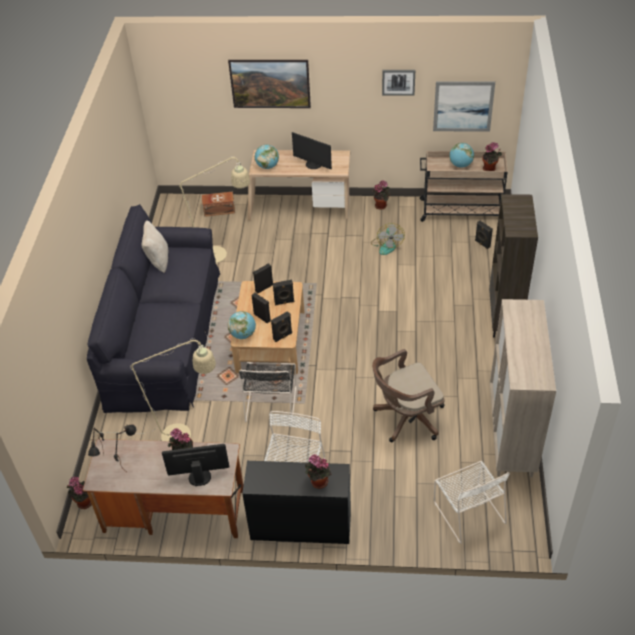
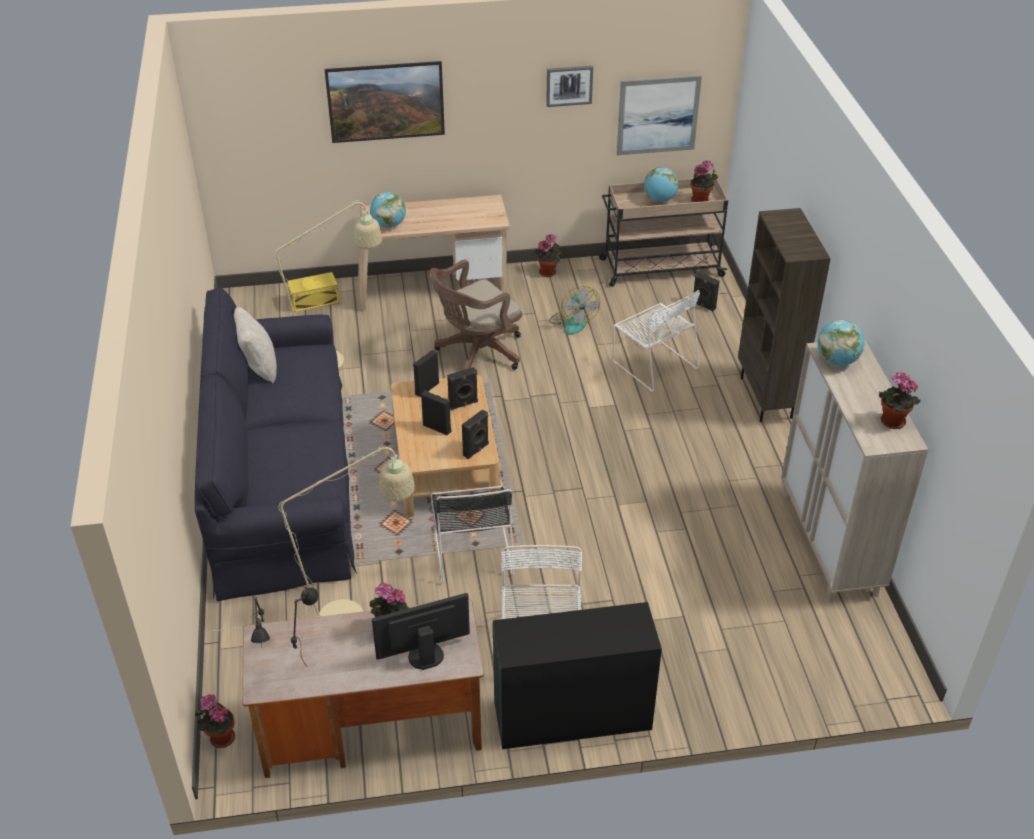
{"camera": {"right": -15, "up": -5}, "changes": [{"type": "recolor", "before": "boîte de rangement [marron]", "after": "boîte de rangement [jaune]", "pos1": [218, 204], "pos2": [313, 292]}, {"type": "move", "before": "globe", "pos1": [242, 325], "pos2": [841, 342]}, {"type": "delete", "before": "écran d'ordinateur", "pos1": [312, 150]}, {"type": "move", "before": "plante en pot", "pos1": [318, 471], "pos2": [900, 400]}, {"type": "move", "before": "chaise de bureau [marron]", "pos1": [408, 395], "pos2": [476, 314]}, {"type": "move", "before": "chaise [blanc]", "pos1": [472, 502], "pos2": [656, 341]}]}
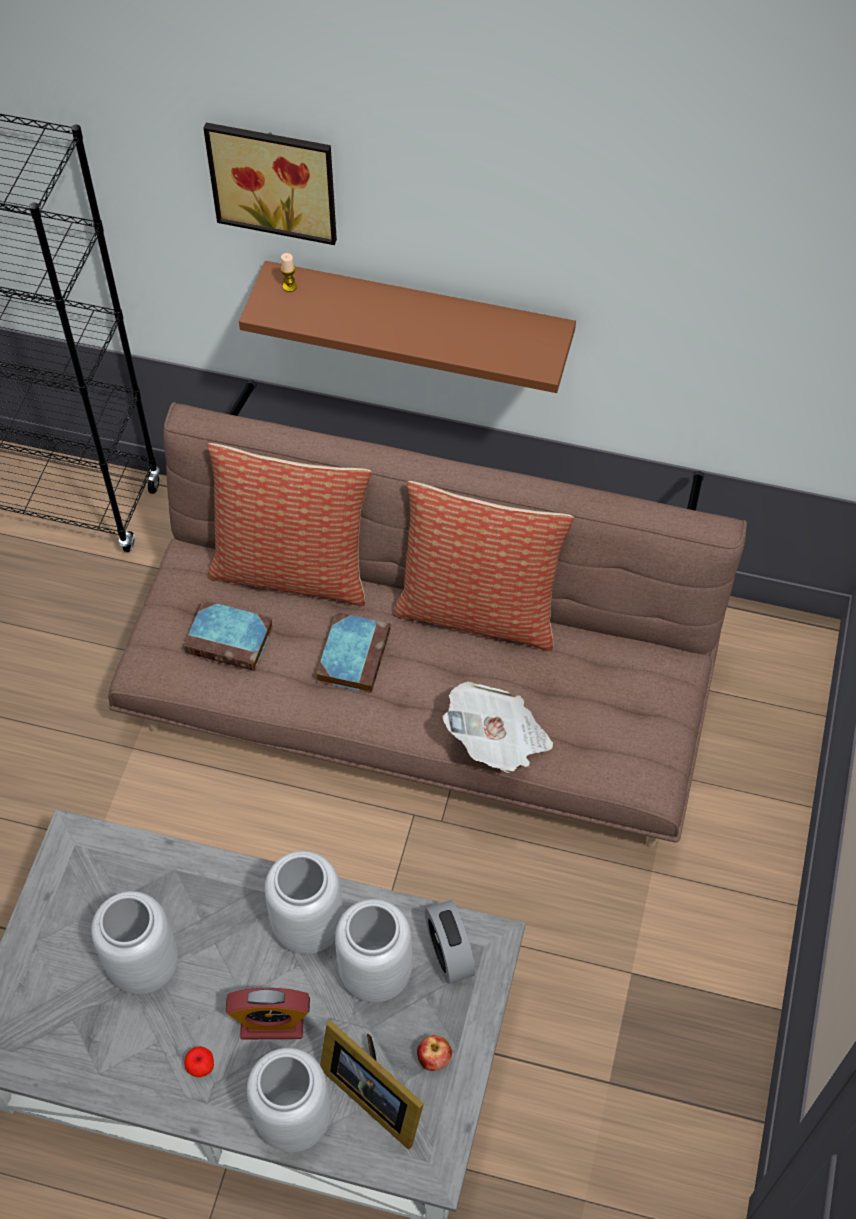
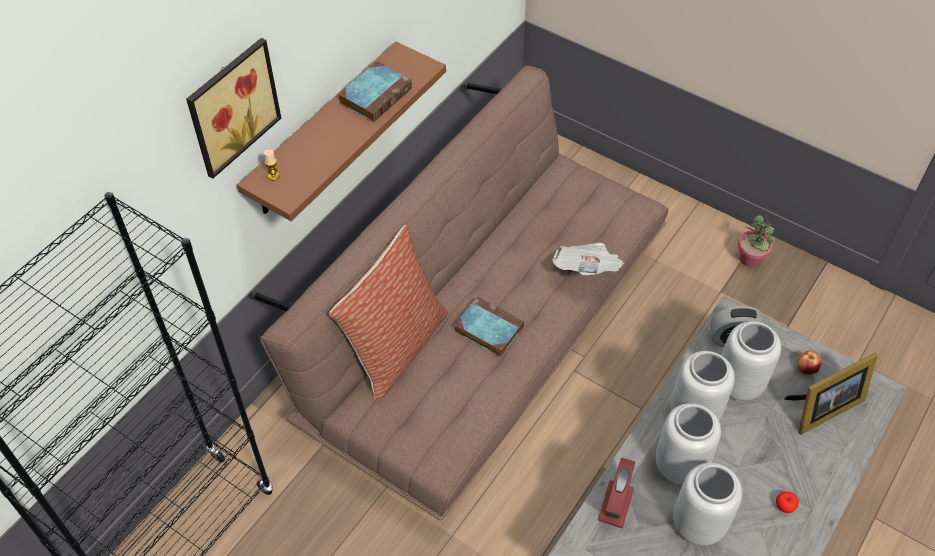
{"camera": {"right": -70, "up": -5}, "changes": [{"type": "move", "before": "livre", "pos1": [228, 635], "pos2": [375, 91]}, {"type": "move", "before": "réveil", "pos1": [268, 1014], "pos2": [617, 493]}, {"type": "move", "before": "vase [gris]", "pos1": [289, 1100], "pos2": [688, 444]}, {"type": "delete", "before": "coussin", "pos1": [483, 566]}, {"type": "insert", "after": "plante en pot", "pos2": [756, 241]}]}
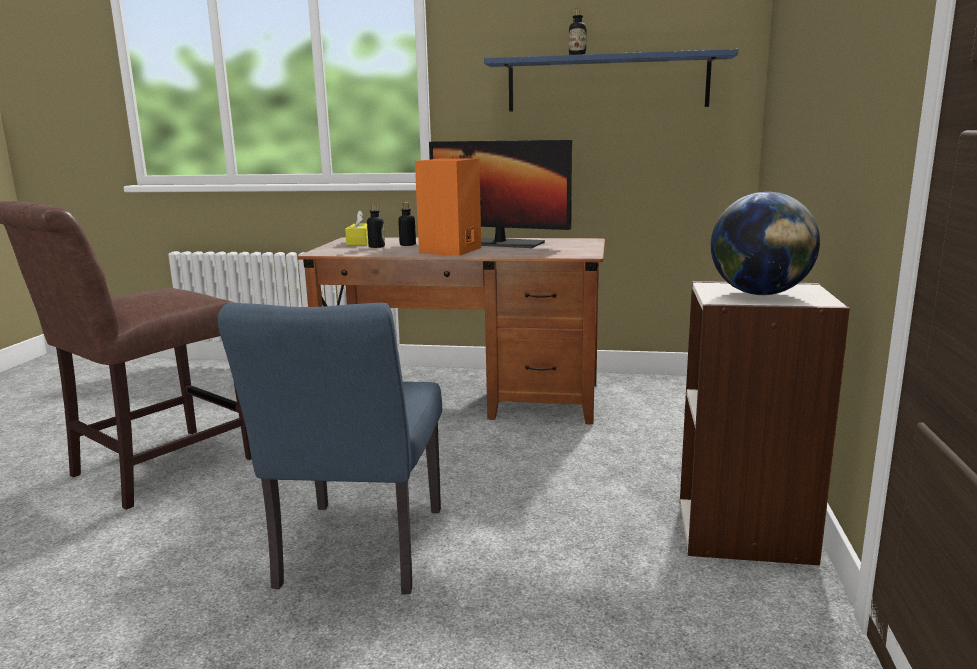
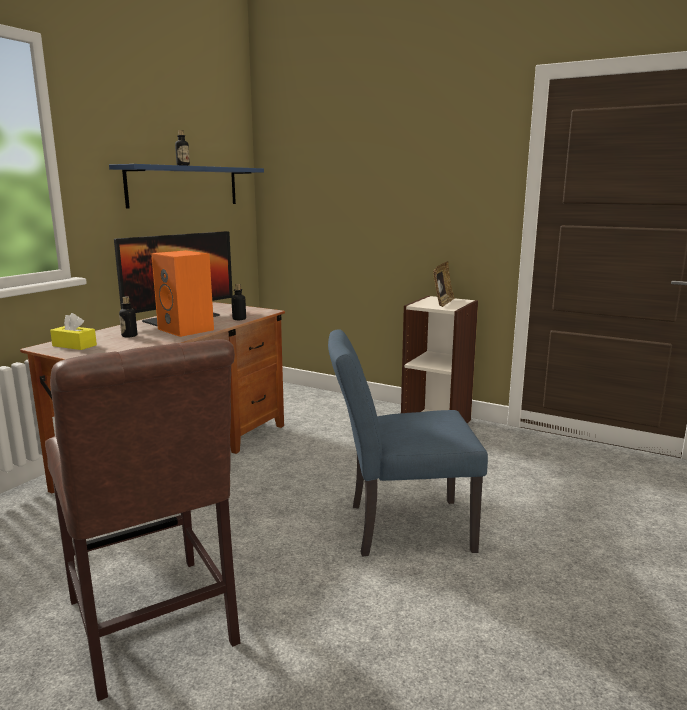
{"camera": {"right": -70, "up": 0}, "changes": [{"type": "rotate", "before": "chaise [bleu]", "pos1": [330, 449], "pos2": [408, 442], "turn": 150}, {"type": "move", "before": "bouteille", "pos1": [376, 226], "pos2": [238, 302]}, {"type": "replace", "before": "globe", "after": "cadre photo", "pos1": [765, 243], "pos2": [444, 284]}]}
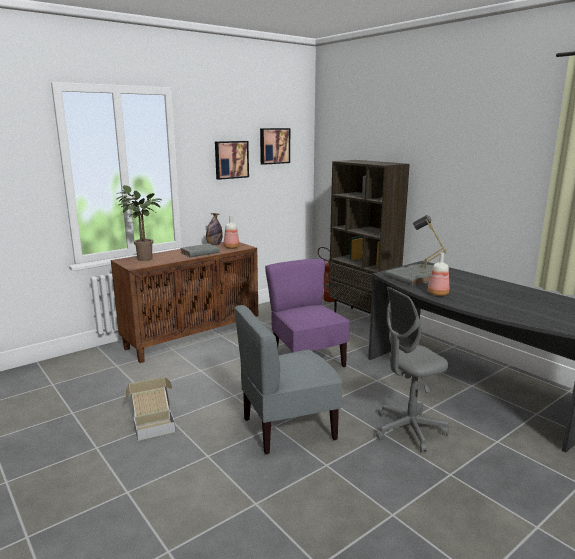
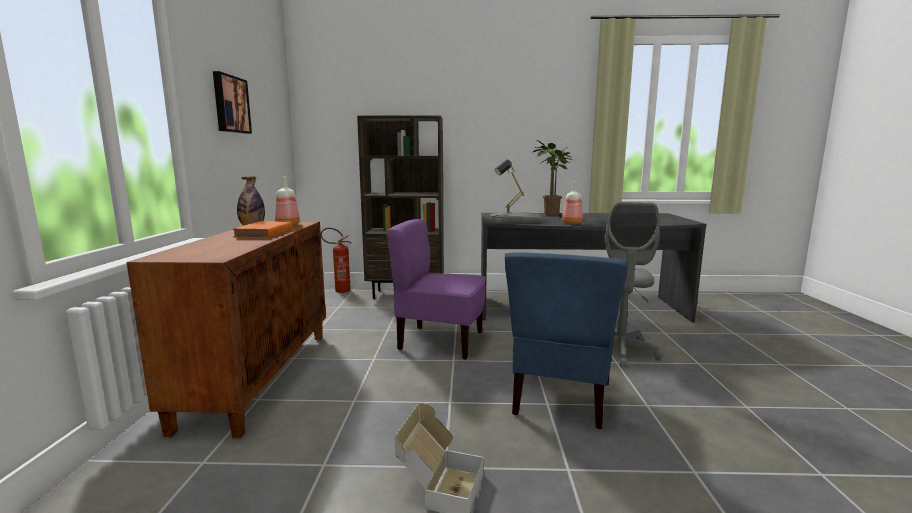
{"camera": {"right": -50, "up": -5}, "changes": [{"type": "move", "before": "plante en pot", "pos1": [139, 223], "pos2": [552, 178]}, {"type": "recolor", "before": "livre [gris]", "after": "livre [orange]", "pos1": [200, 250], "pos2": [263, 229]}, {"type": "recolor", "before": "chaise [gris]", "after": "chaise [bleu]", "pos1": [288, 379], "pos2": [567, 341]}, {"type": "delete", "before": "tableau", "pos1": [275, 146]}]}
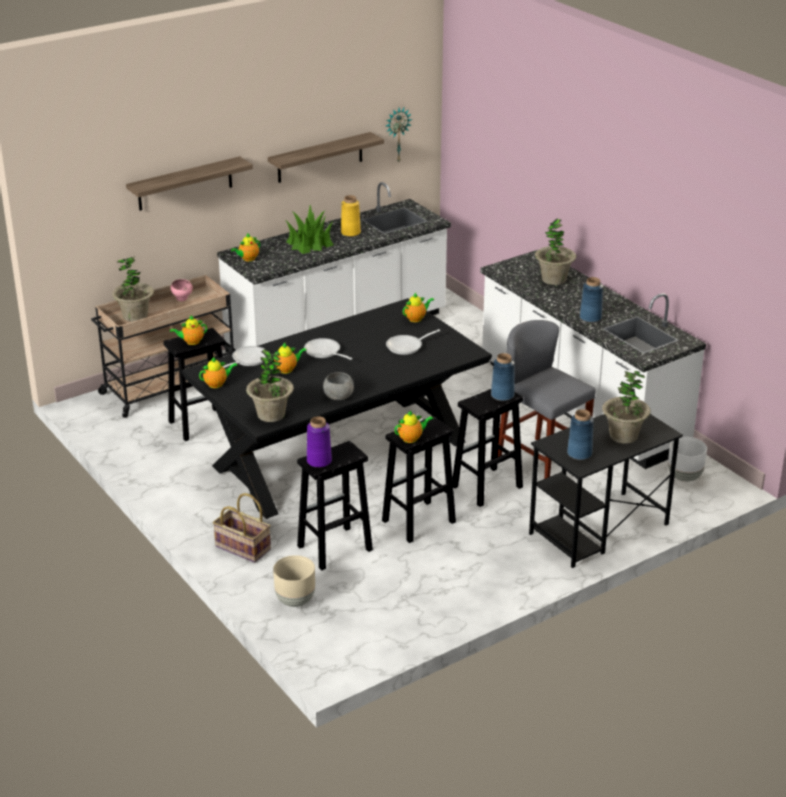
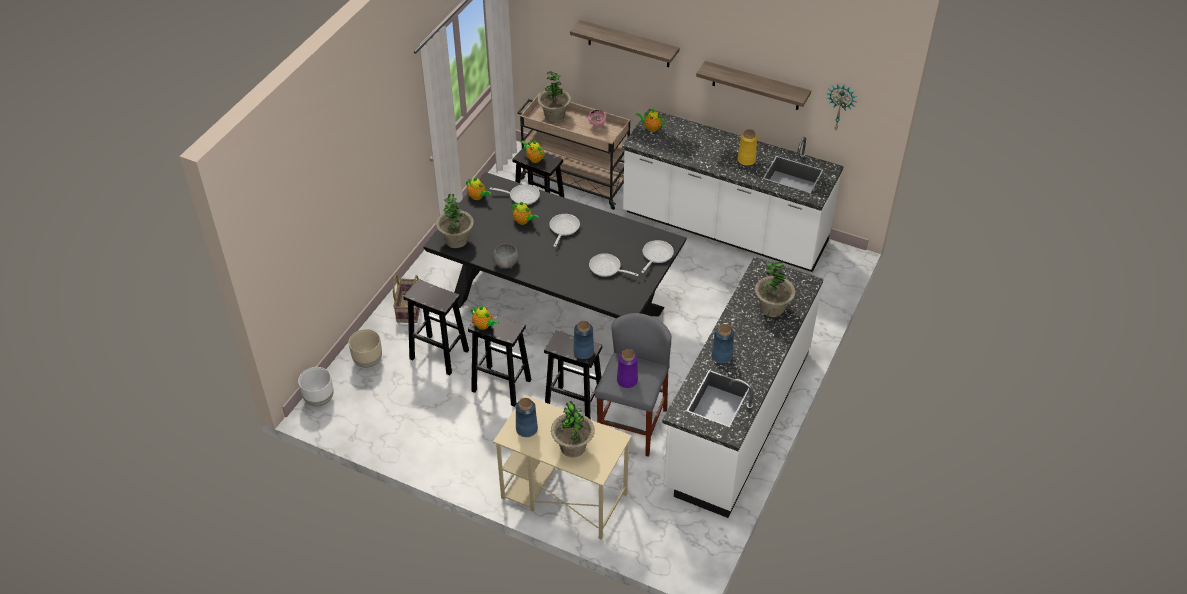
{"camera": {"right": 60, "up": 15}, "changes": [{"type": "delete", "before": "plante en pot", "pos1": [310, 229]}, {"type": "move", "before": "vase [violet]", "pos1": [319, 442], "pos2": [627, 368]}, {"type": "replace", "before": "théière", "after": "poêle", "pos1": [418, 307], "pos2": [658, 256]}, {"type": "recolor", "before": "bureau [noir]", "after": "bureau [beige]", "pos1": [606, 491], "pos2": [562, 467]}, {"type": "move", "before": "cache-pot [blanc]", "pos1": [687, 459], "pos2": [316, 387]}]}
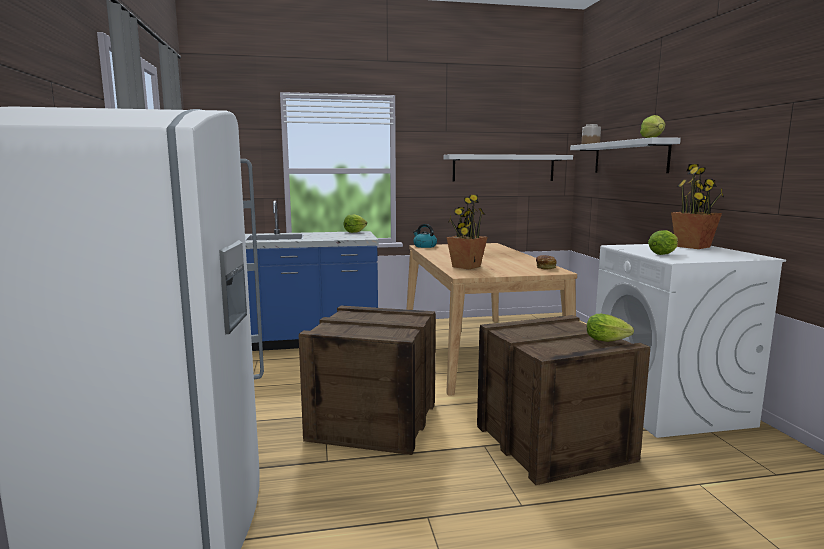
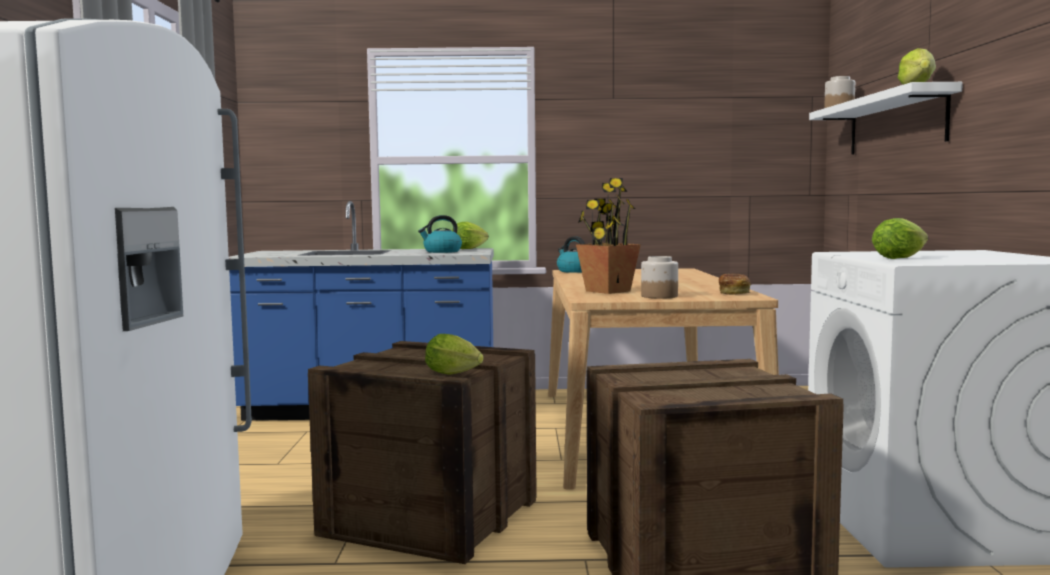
{"camera": {"right": 10, "up": -5}, "changes": [{"type": "delete", "before": "étagère [blanc]", "pos1": [508, 167]}, {"type": "move", "before": "laitue", "pos1": [610, 328], "pos2": [454, 354]}, {"type": "delete", "before": "plante en pot", "pos1": [697, 206]}, {"type": "insert", "after": "bouilloire", "pos2": [440, 234]}, {"type": "insert", "after": "bocal", "pos2": [659, 277]}]}
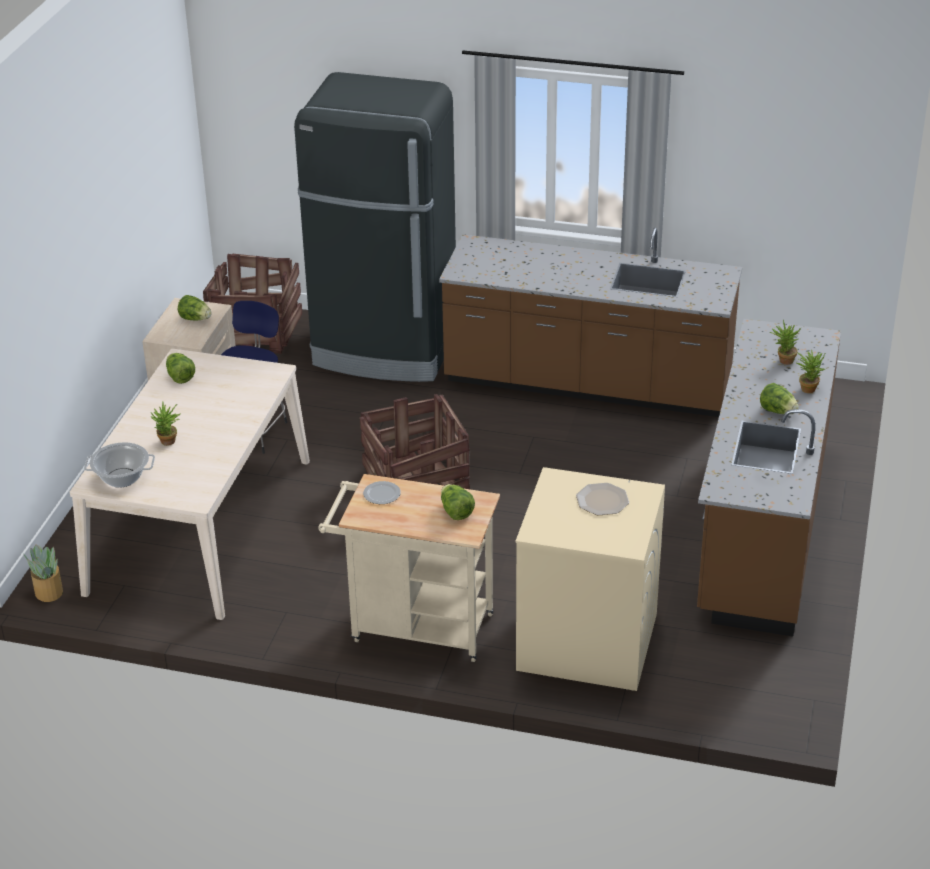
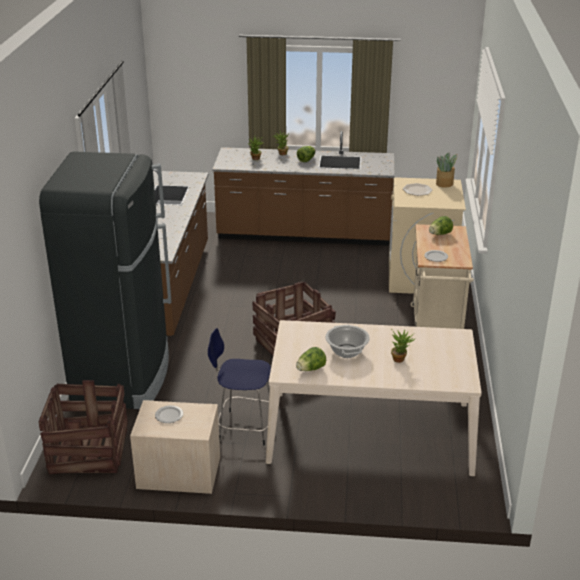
{"camera": {"right": -100, "up": -5}, "changes": [{"type": "move", "before": "plante en pot", "pos1": [43, 573], "pos2": [446, 170]}, {"type": "move", "before": "marmite", "pos1": [119, 465], "pos2": [347, 341]}, {"type": "replace", "before": "laitue", "after": "assiette", "pos1": [195, 308], "pos2": [169, 414]}]}
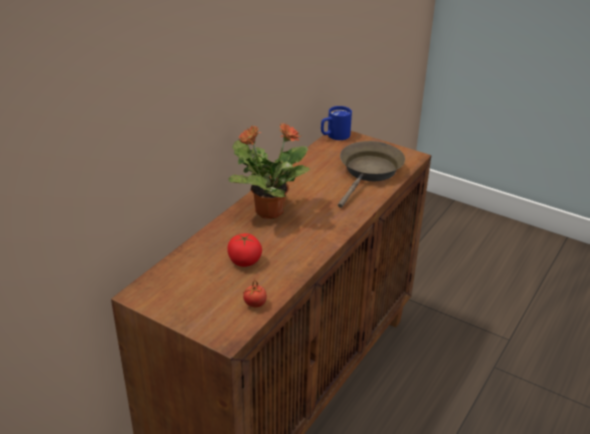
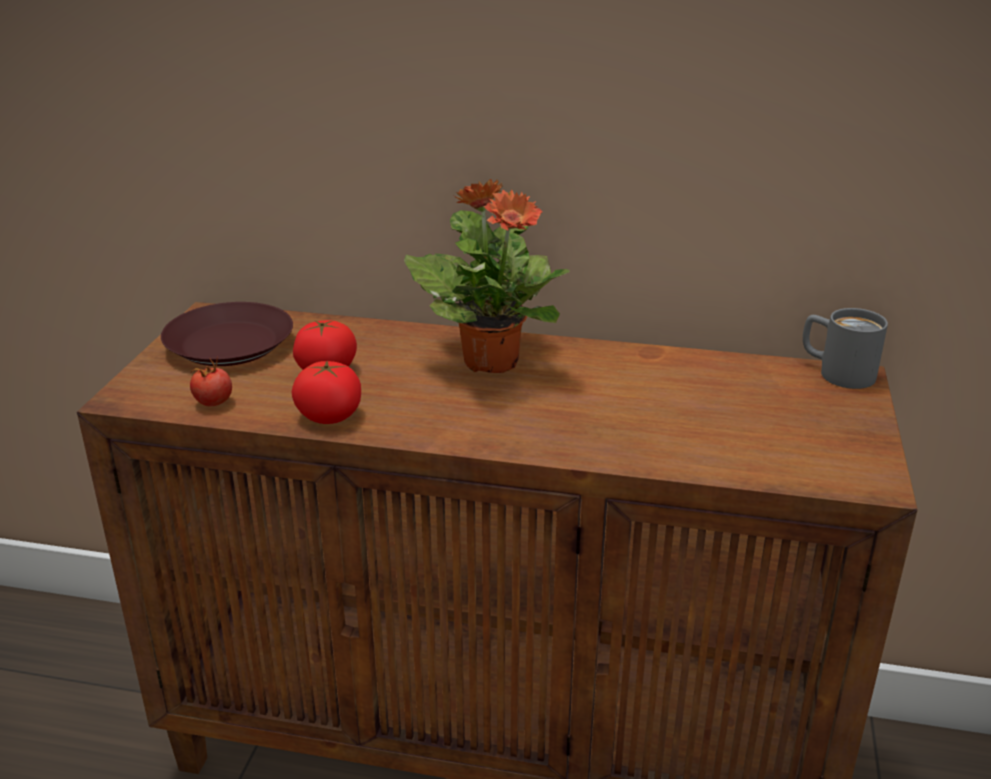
{"camera": {"right": 70, "up": -5}, "changes": [{"type": "recolor", "before": "mug [bleu]", "after": "mug [gris]", "pos1": [336, 123], "pos2": [845, 348]}, {"type": "delete", "before": "poêle [marron]", "pos1": [371, 174]}, {"type": "insert", "after": "assiette [marron]", "pos2": [227, 334]}, {"type": "insert", "after": "tomate", "pos2": [326, 392]}]}
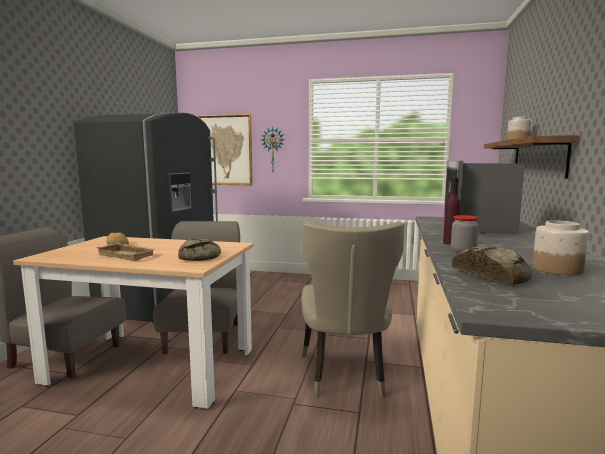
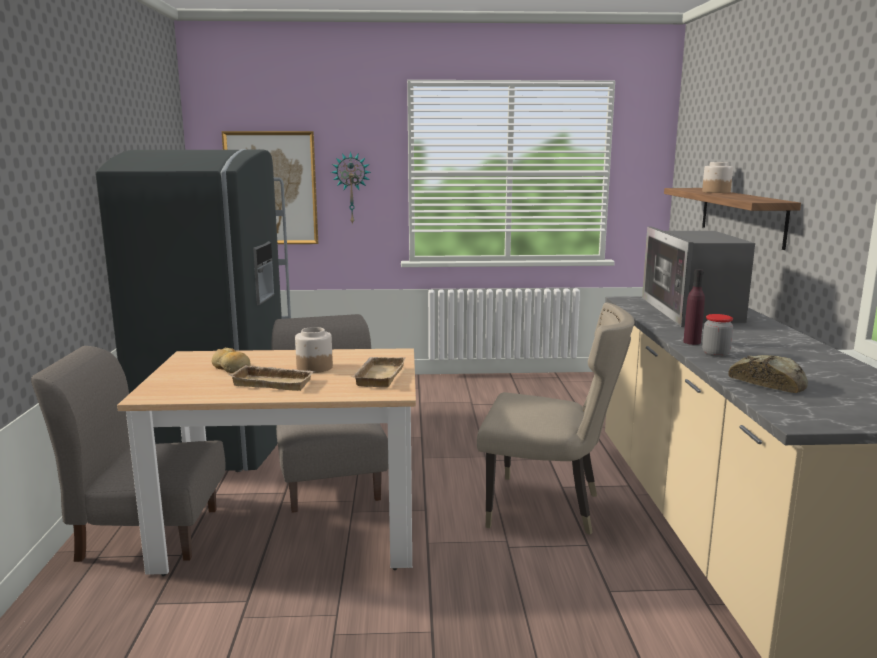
{"camera": {"right": -15, "up": 5}, "changes": [{"type": "replace", "before": "pain", "after": "plateau [beige]", "pos1": [199, 249], "pos2": [378, 372]}, {"type": "rotate", "before": "chaise [beige]", "pos1": [352, 310], "pos2": [556, 419], "turn": -60}, {"type": "move", "before": "bocal", "pos1": [561, 247], "pos2": [314, 350]}]}
